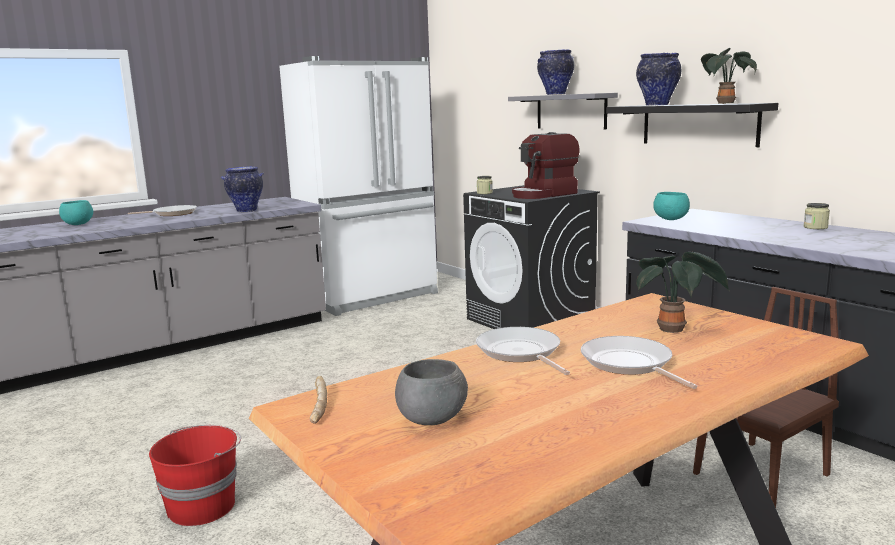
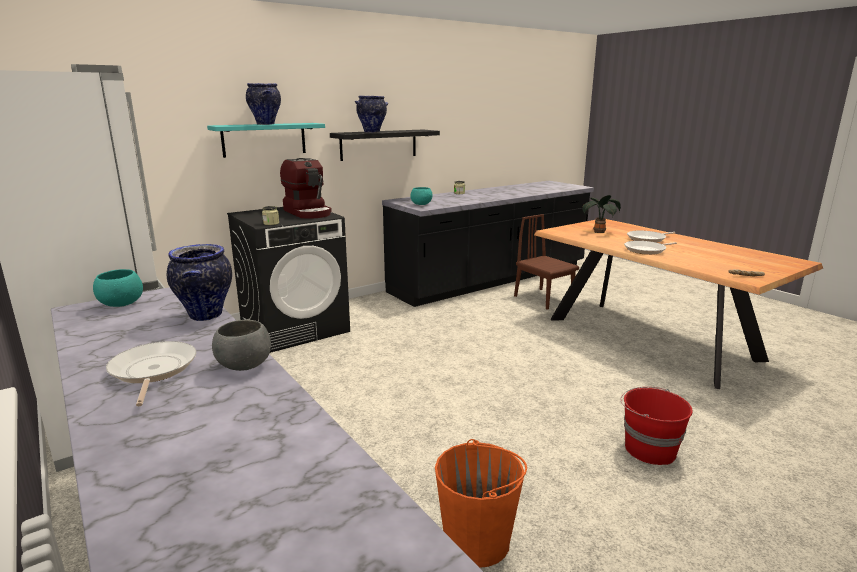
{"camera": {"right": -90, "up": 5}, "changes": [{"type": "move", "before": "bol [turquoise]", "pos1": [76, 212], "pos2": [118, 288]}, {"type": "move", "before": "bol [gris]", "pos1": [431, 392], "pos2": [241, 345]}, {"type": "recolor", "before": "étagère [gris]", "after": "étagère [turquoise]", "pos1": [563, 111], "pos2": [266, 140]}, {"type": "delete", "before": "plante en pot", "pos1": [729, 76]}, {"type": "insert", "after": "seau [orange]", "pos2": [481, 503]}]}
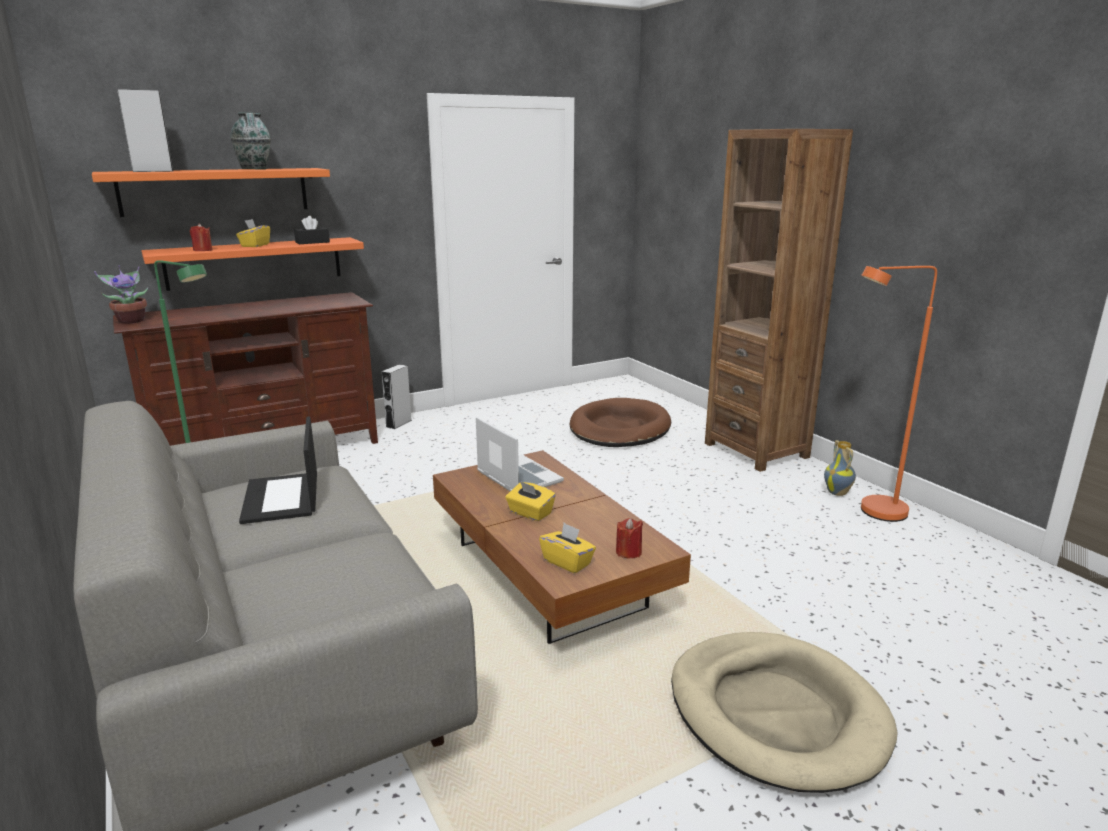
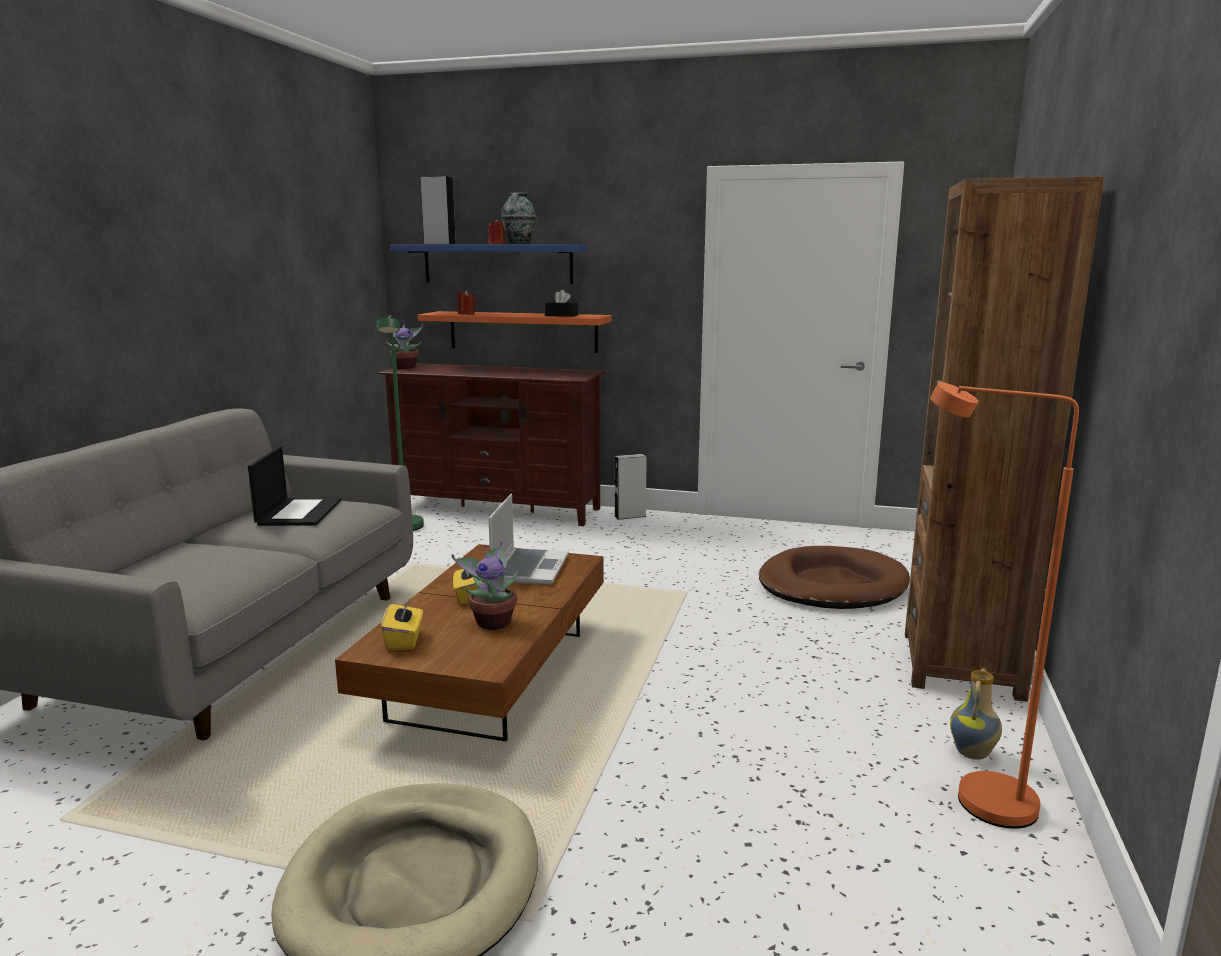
{"camera": {"right": 45, "up": -5}, "changes": [{"type": "recolor", "before": "étagère [orange]", "after": "étagère [bleu]", "pos1": [211, 192], "pos2": [488, 264]}, {"type": "delete", "before": "boîte à mouchoirs [jaune]", "pos1": [253, 233]}, {"type": "rotate", "before": "ordinateur portable", "pos1": [278, 470], "pos2": [295, 486], "turn": 150}, {"type": "move", "before": "bougie [rouge]", "pos1": [629, 538], "pos2": [496, 232]}, {"type": "insert", "after": "plante en pot", "pos2": [484, 585]}]}
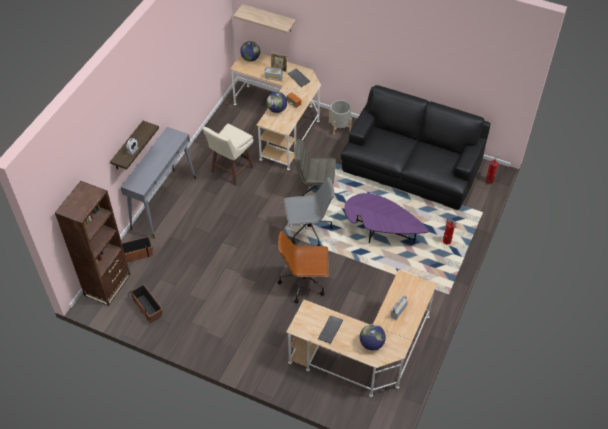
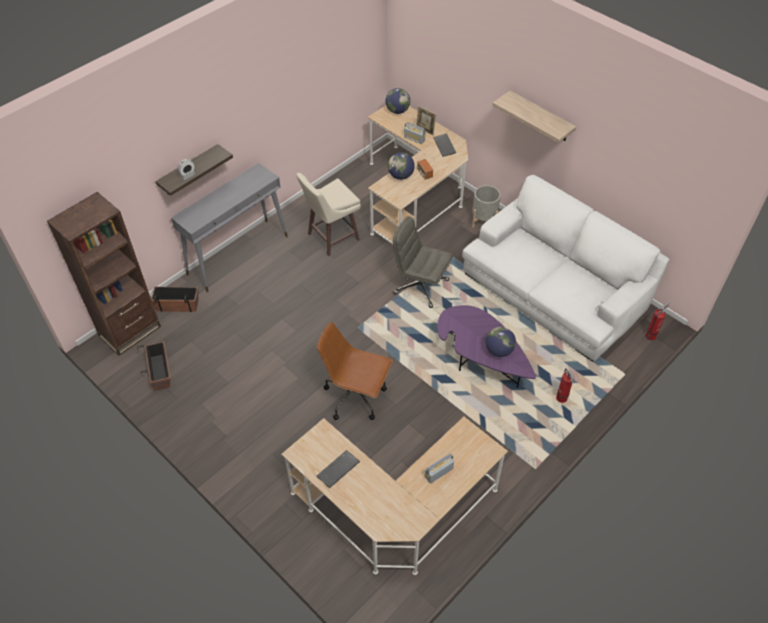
{"camera": {"right": 20, "up": 0}, "changes": [{"type": "move", "before": "étagère", "pos1": [264, 19], "pos2": [534, 116]}, {"type": "delete", "before": "chaise de bureau [gris]", "pos1": [309, 211]}, {"type": "recolor", "before": "canapé [noir]", "after": "canapé [blanc]", "pos1": [416, 147], "pos2": [565, 268]}, {"type": "move", "before": "globe", "pos1": [373, 337], "pos2": [500, 342]}]}
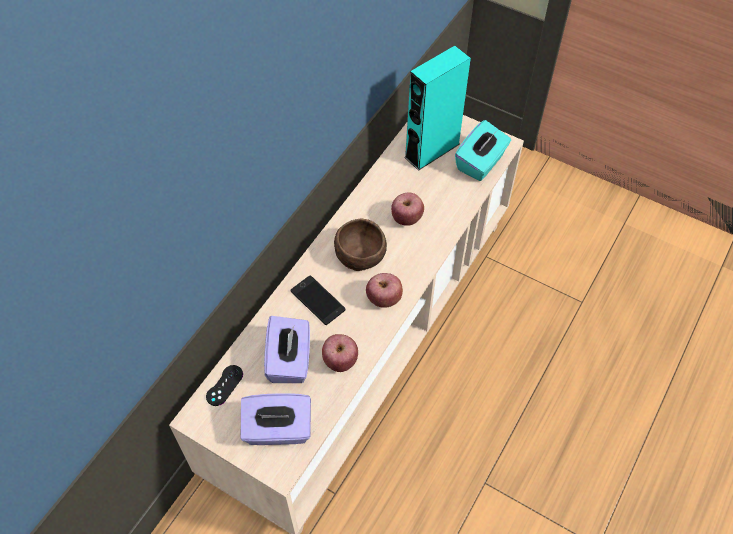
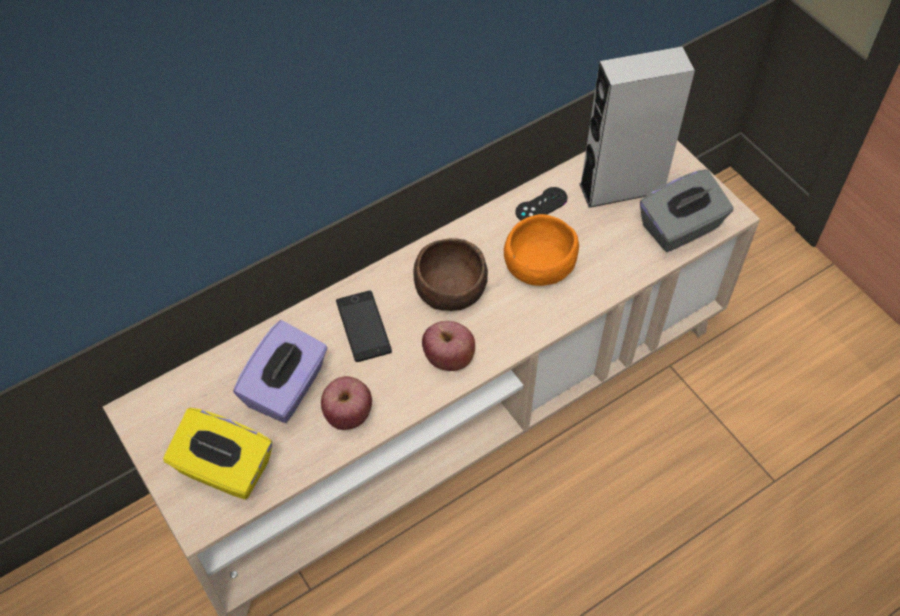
{"camera": {"right": 25, "up": 0}, "changes": [{"type": "move", "before": "manette [noir]", "pos1": [224, 385], "pos2": [541, 204]}, {"type": "recolor", "before": "boîte à mouchoirs [violet]", "after": "boîte à mouchoirs [jaune]", "pos1": [276, 419], "pos2": [217, 454]}, {"type": "replace", "before": "pomme", "after": "bol [orange]", "pos1": [407, 209], "pos2": [541, 250]}, {"type": "recolor", "before": "enceinte [turquoise]", "after": "enceinte [gris]", "pos1": [437, 108], "pos2": [637, 127]}, {"type": "recolor", "before": "boîte à mouchoirs [turquoise]", "after": "boîte à mouchoirs [gris]", "pos1": [483, 150], "pos2": [686, 210]}]}
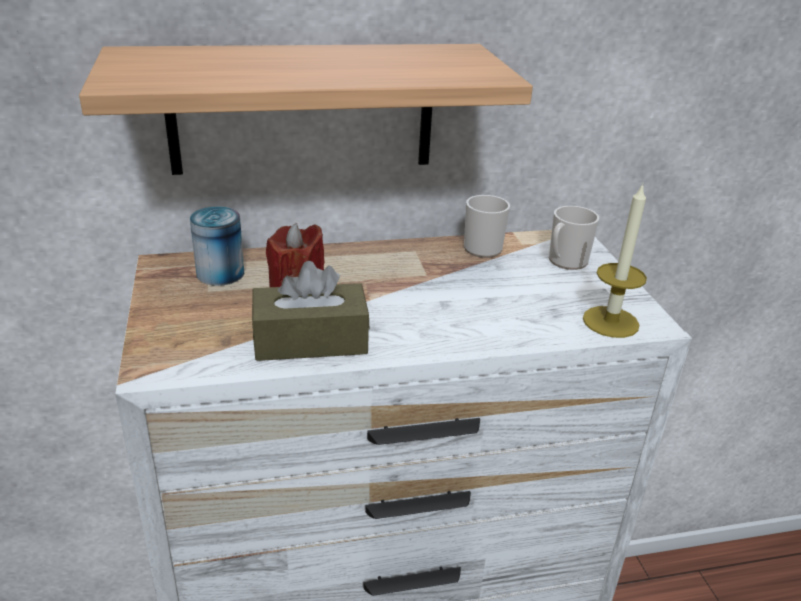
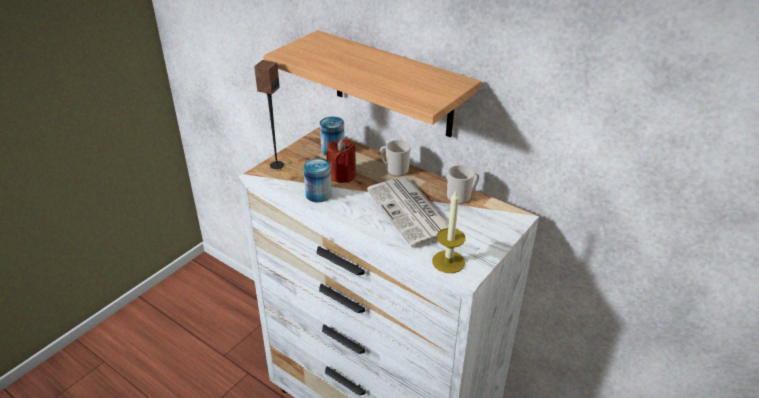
{"camera": {"right": 50, "up": 5}, "changes": [{"type": "replace", "before": "boîte à mouchoirs [marron]", "after": "boîte métallique", "pos1": [310, 311], "pos2": [317, 180]}, {"type": "move", "before": "mug", "pos1": [574, 238], "pos2": [395, 158]}, {"type": "insert", "after": "enceinte", "pos2": [269, 114]}, {"type": "insert", "after": "journal", "pos2": [408, 212]}]}
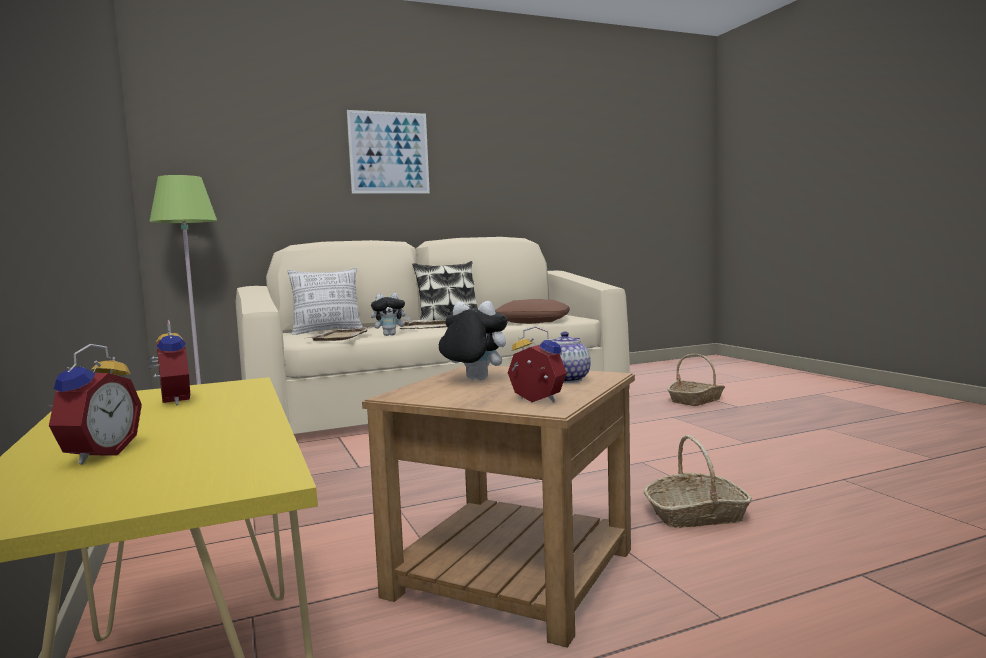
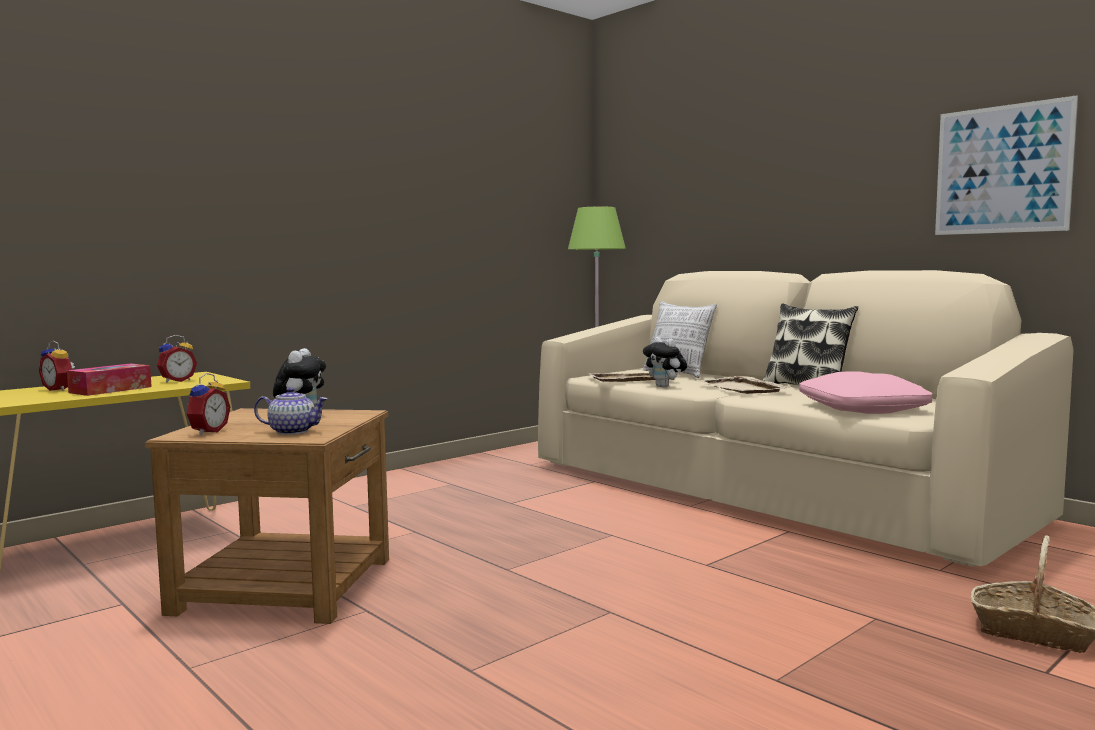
{"camera": {"right": 70, "up": 0}, "changes": [{"type": "rotate", "before": "réveil", "pos1": [94, 404], "pos2": [57, 365], "turn": 45}, {"type": "move", "before": "tableau", "pos1": [388, 152], "pos2": [1006, 165]}, {"type": "recolor", "before": "coussin [marron]", "after": "coussin [rose]", "pos1": [532, 311], "pos2": [866, 392]}, {"type": "delete", "before": "panier", "pos1": [697, 481]}, {"type": "insert", "after": "boîte à mouchoirs", "pos2": [109, 379]}]}
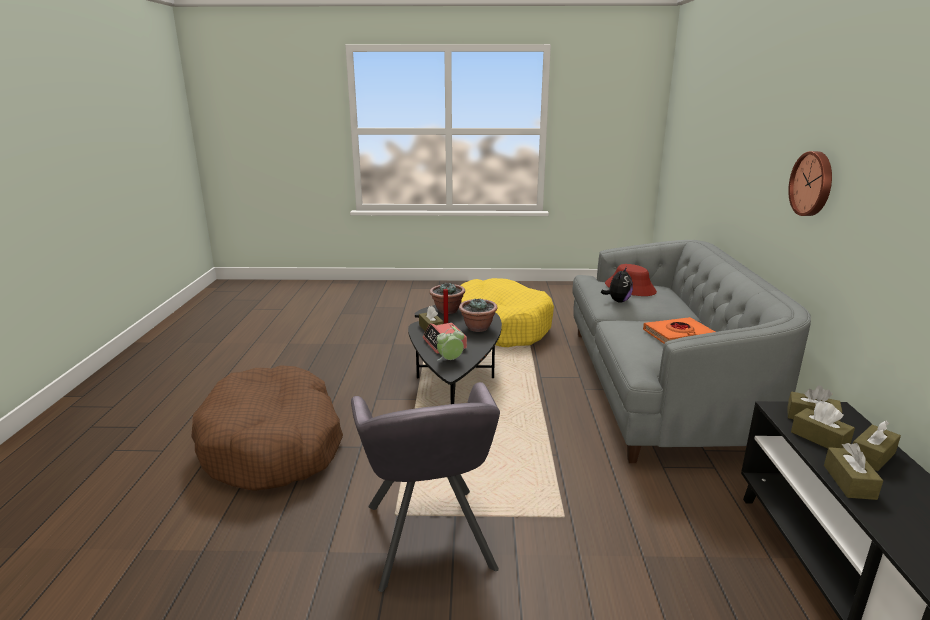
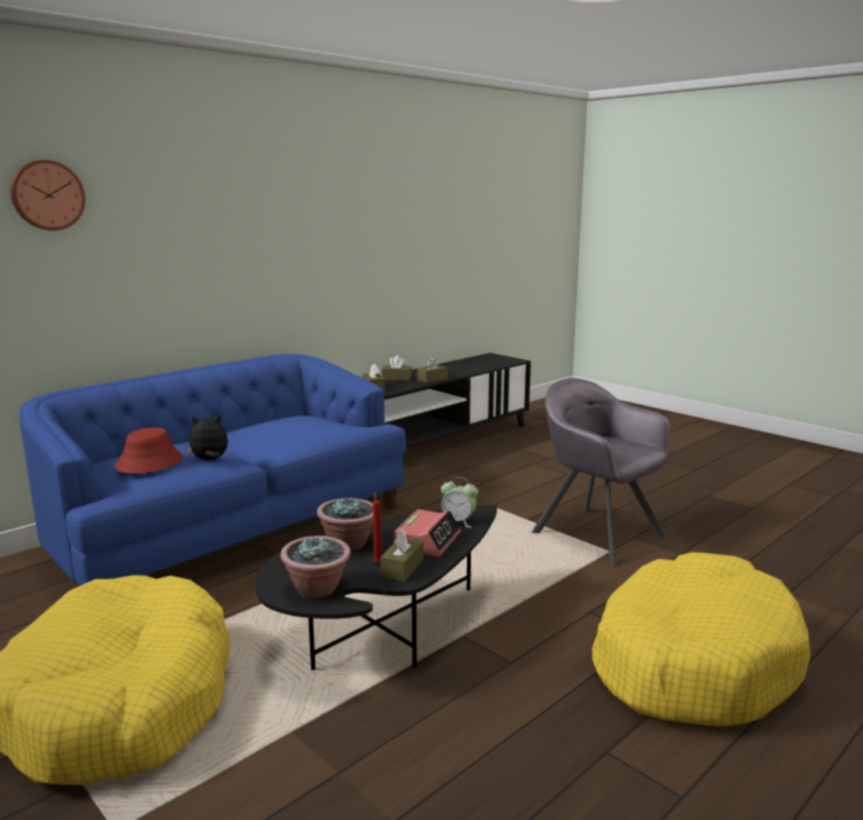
{"camera": {"right": -135, "up": -5}, "changes": [{"type": "recolor", "before": "panier pour chien [marron]", "after": "panier pour chien [jaune]", "pos1": [267, 428], "pos2": [701, 639]}, {"type": "rotate", "before": "fauteuil [gris]", "pos1": [425, 487], "pos2": [600, 472], "turn": -75}, {"type": "recolor", "before": "canapé [gris]", "after": "canapé [bleu]", "pos1": [691, 351], "pos2": [212, 470]}, {"type": "delete", "before": "livre [orange]", "pos1": [679, 330]}, {"type": "move", "before": "horloge murale", "pos1": [810, 183], "pos2": [47, 195]}, {"type": "delete", "before": "boîte à mouchoirs [marron]", "pos1": [823, 426]}]}
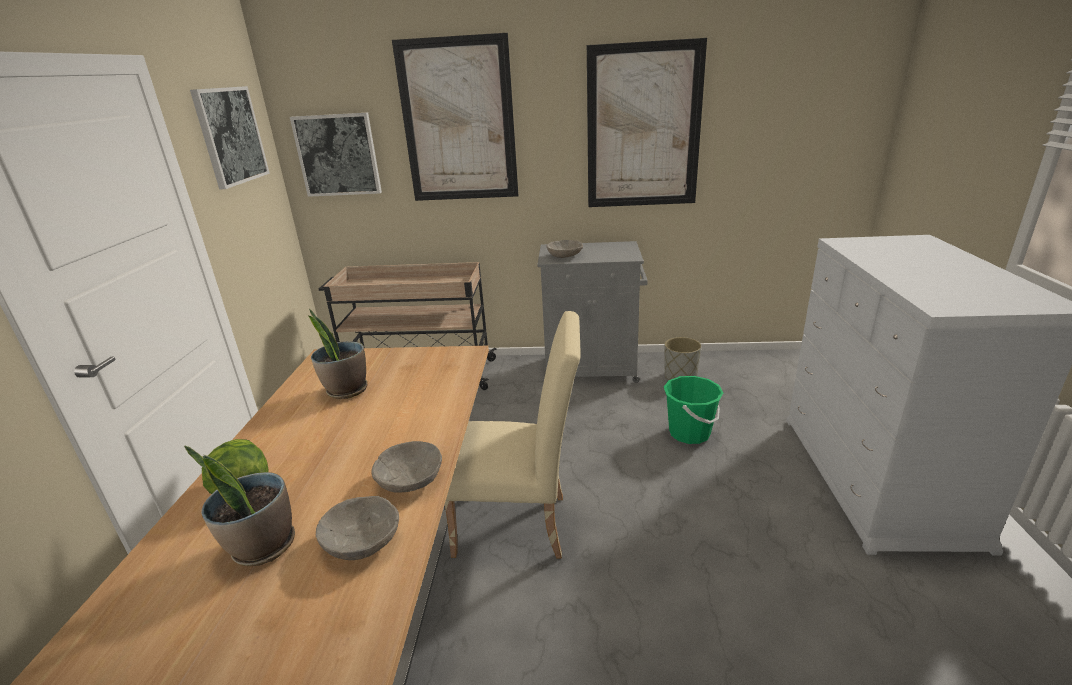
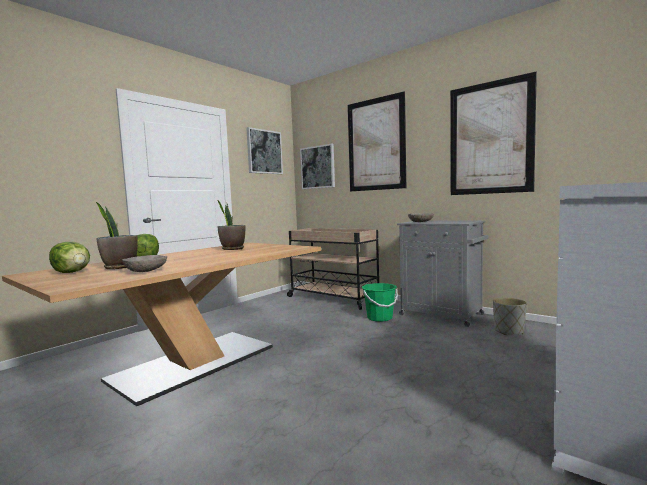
{"camera": {"right": 35, "up": -20}, "changes": [{"type": "delete", "before": "bol [gris]", "pos1": [406, 467]}, {"type": "delete", "before": "chaise [beige]", "pos1": [513, 434]}, {"type": "move", "before": "seau [vert]", "pos1": [693, 410], "pos2": [380, 302]}, {"type": "insert", "after": "laitue", "pos2": [69, 257]}]}
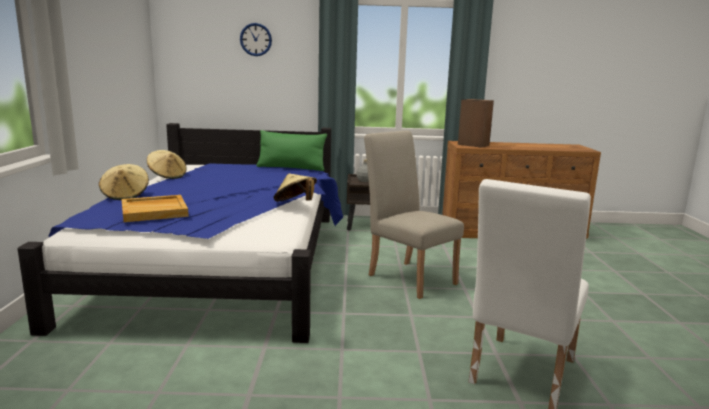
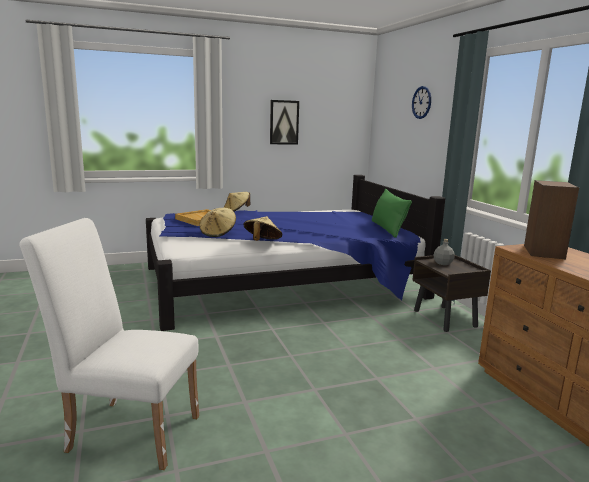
{"camera": {"right": 70, "up": 0}, "changes": [{"type": "move", "before": "chapeau [beige]", "pos1": [167, 164], "pos2": [217, 222]}, {"type": "delete", "before": "chaise [beige]", "pos1": [414, 215]}, {"type": "insert", "after": "tableau", "pos2": [284, 122]}]}
